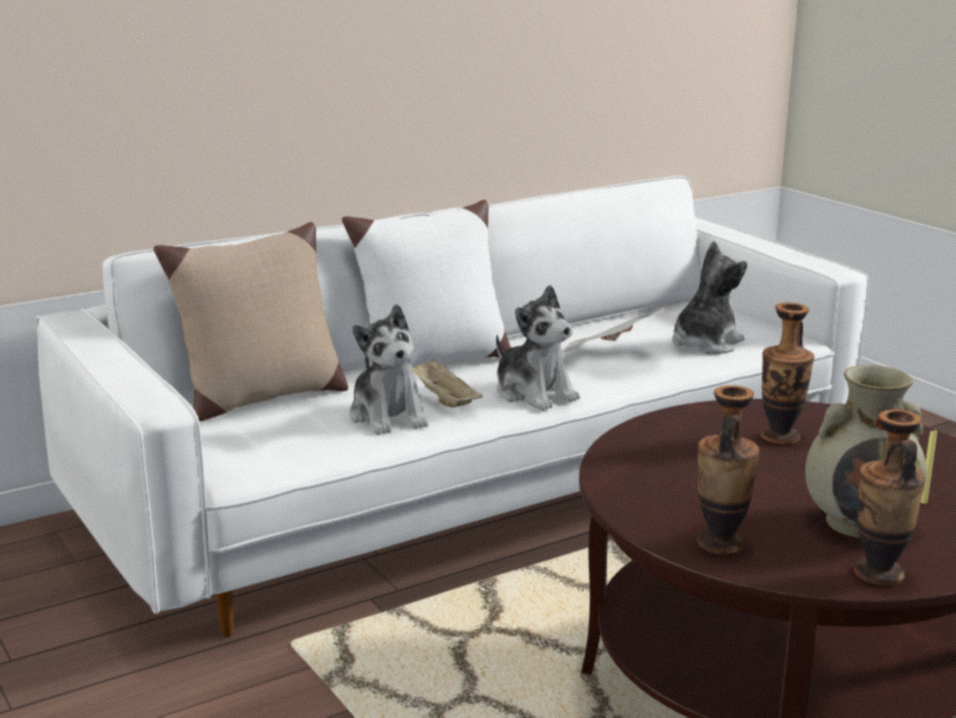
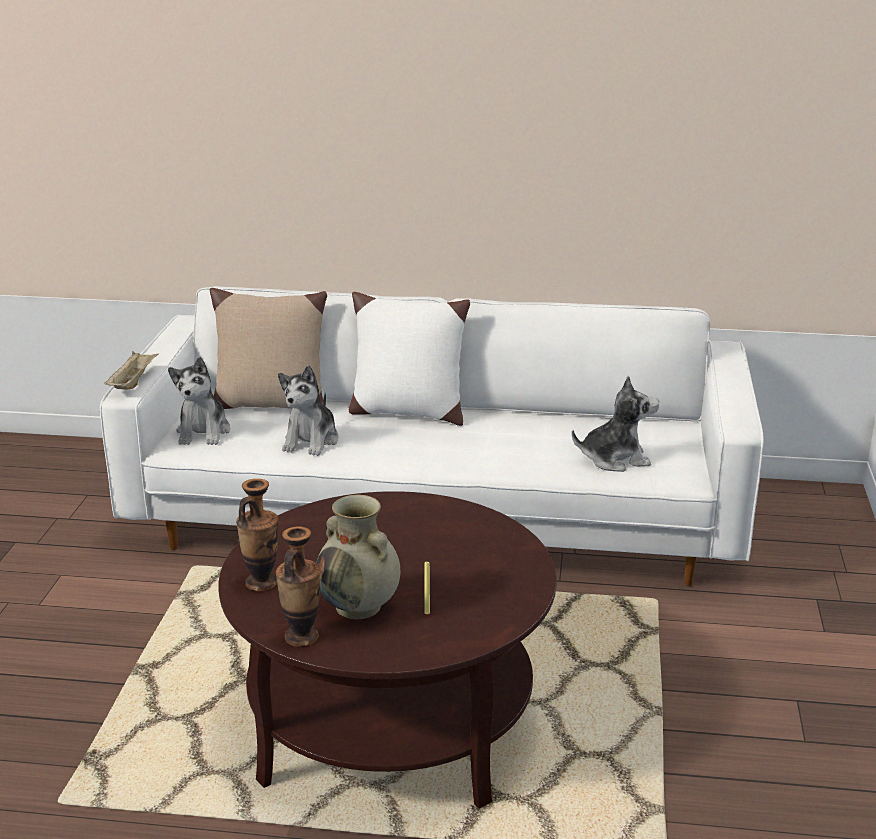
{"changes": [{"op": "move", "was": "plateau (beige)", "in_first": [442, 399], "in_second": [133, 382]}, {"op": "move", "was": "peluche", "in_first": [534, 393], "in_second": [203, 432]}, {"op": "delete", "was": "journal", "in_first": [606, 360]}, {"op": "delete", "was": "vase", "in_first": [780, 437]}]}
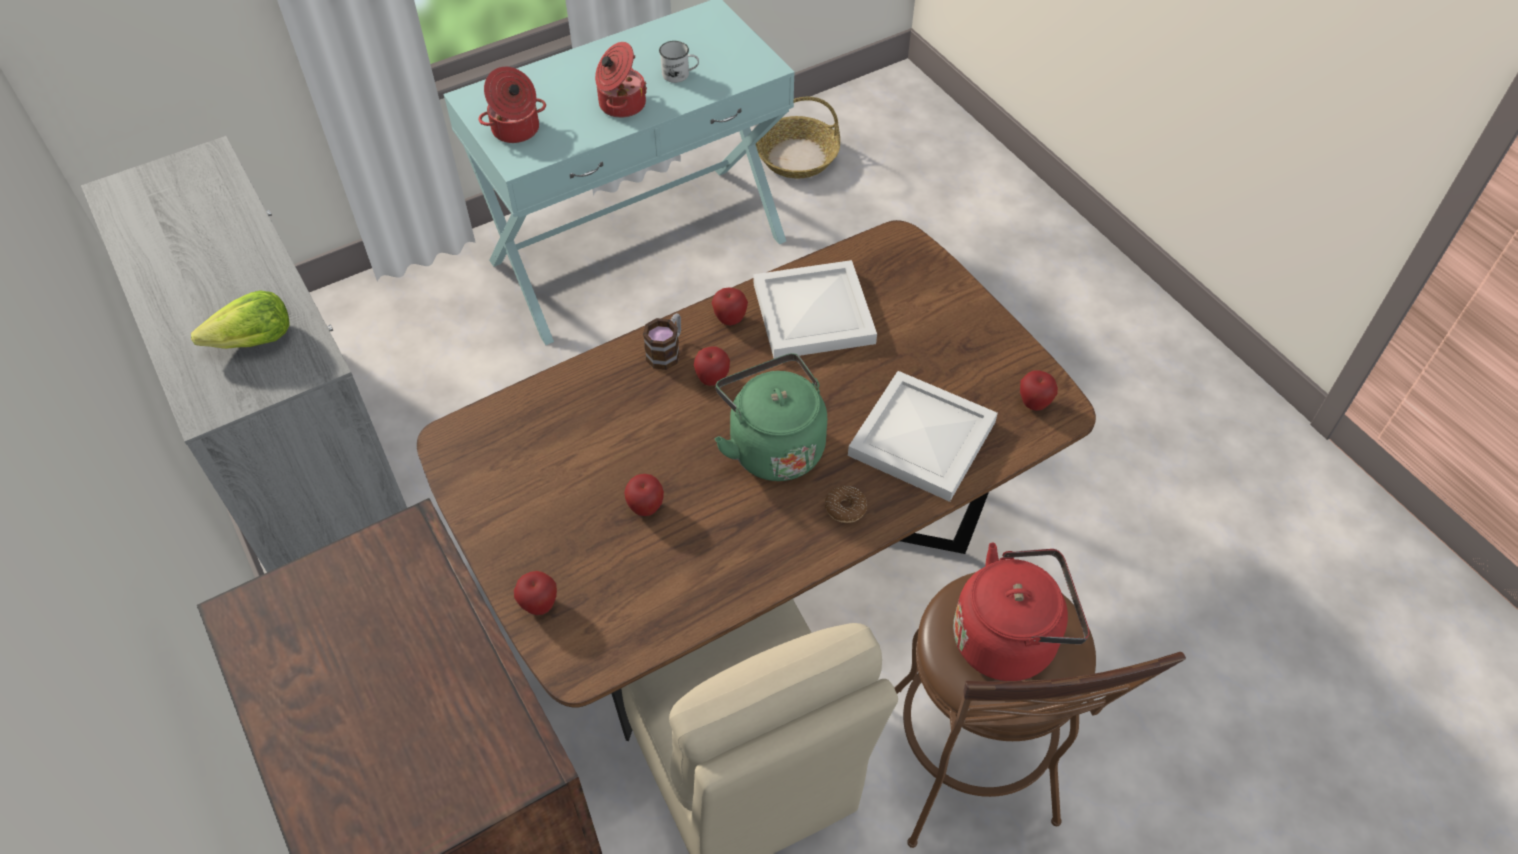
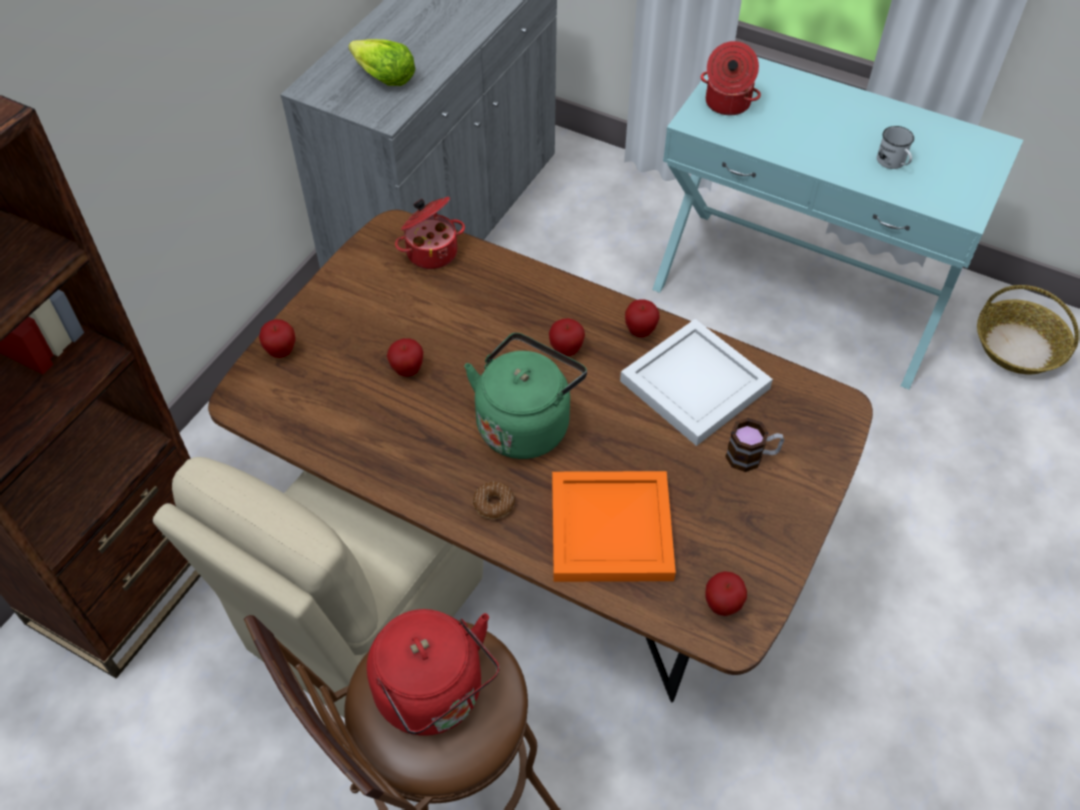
{"changes": [{"op": "move", "was": "marmite", "in_first": [621, 104], "in_second": [431, 251]}, {"op": "recolor", "was": "plateau (blanc)", "now": "plateau (orange)", "in_first": [919, 439], "in_second": [609, 527]}, {"op": "move", "was": "mug", "in_first": [667, 351], "in_second": [752, 456]}]}
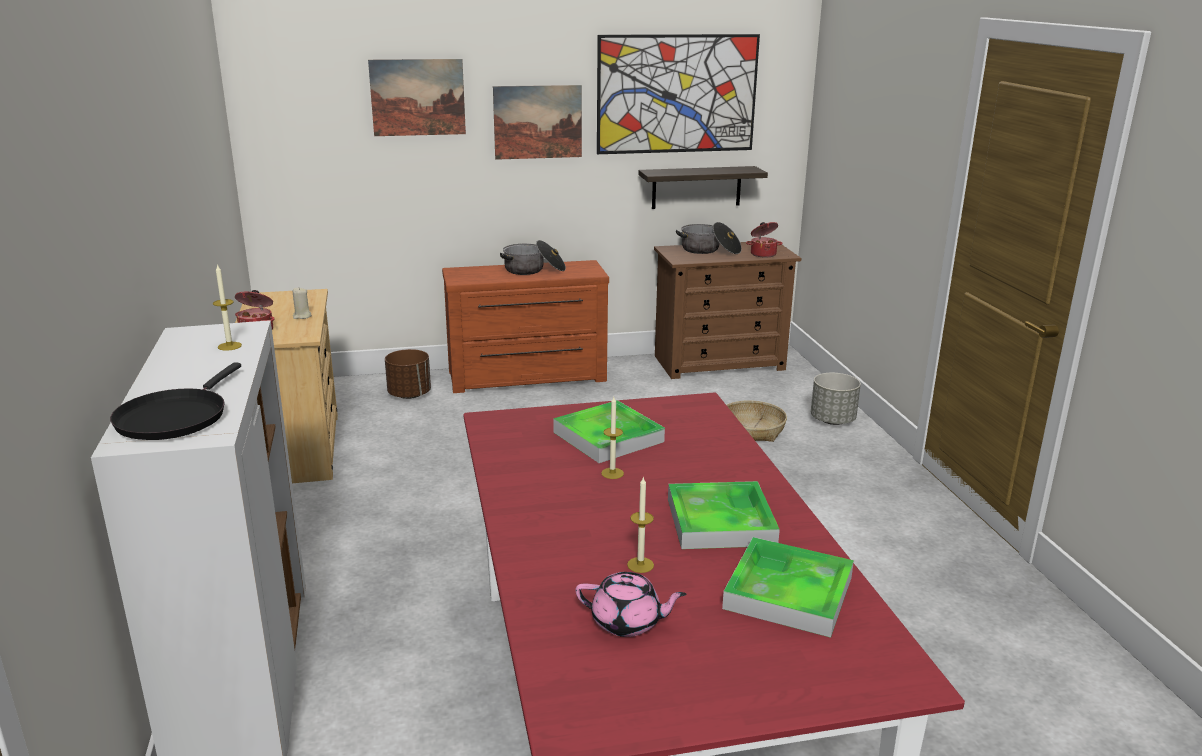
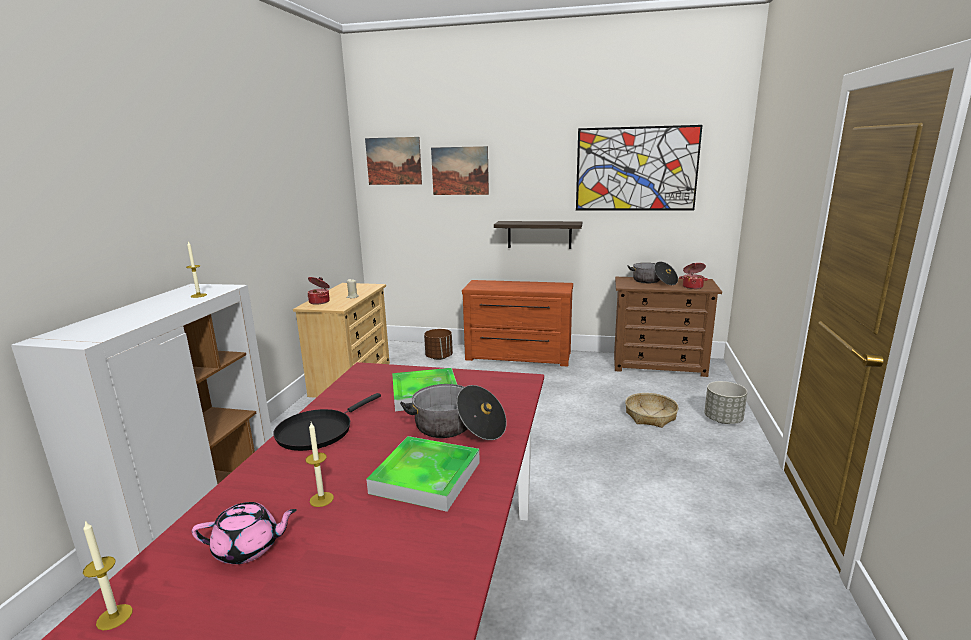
{"changes": [{"op": "move", "was": "bougie", "in_first": [612, 473], "in_second": [114, 617]}, {"op": "rotate", "was": "théière (rose)", "in_first": [627, 622], "in_second": [248, 548], "clockwise": -45}, {"op": "move", "was": "poêle (noir)", "in_first": [175, 417], "in_second": [318, 431]}, {"op": "move", "was": "tableau", "in_first": [538, 122], "in_second": [393, 161]}, {"op": "move", "was": "marmite", "in_first": [533, 270], "in_second": [457, 428]}, {"op": "move", "was": "étagère", "in_first": [696, 187], "in_second": [539, 234]}, {"op": "delete", "was": "plateau", "in_first": [788, 593]}]}
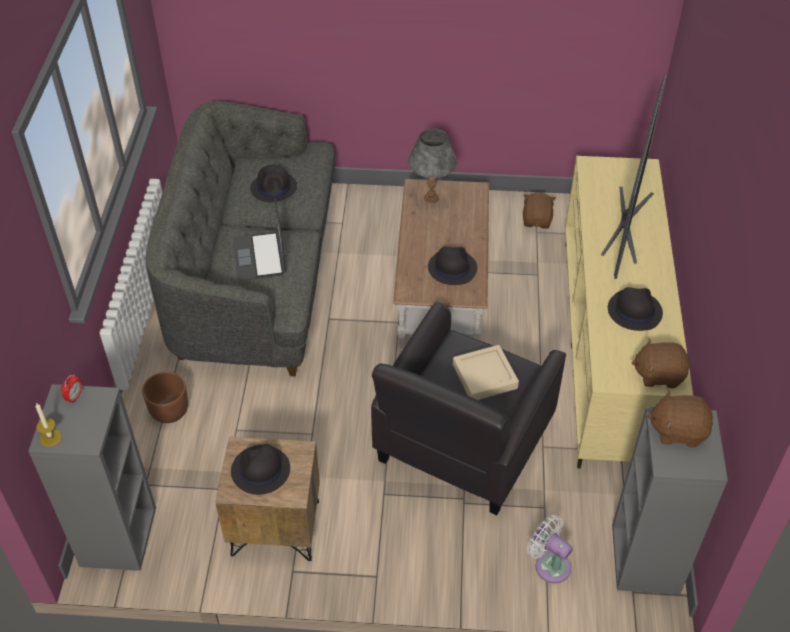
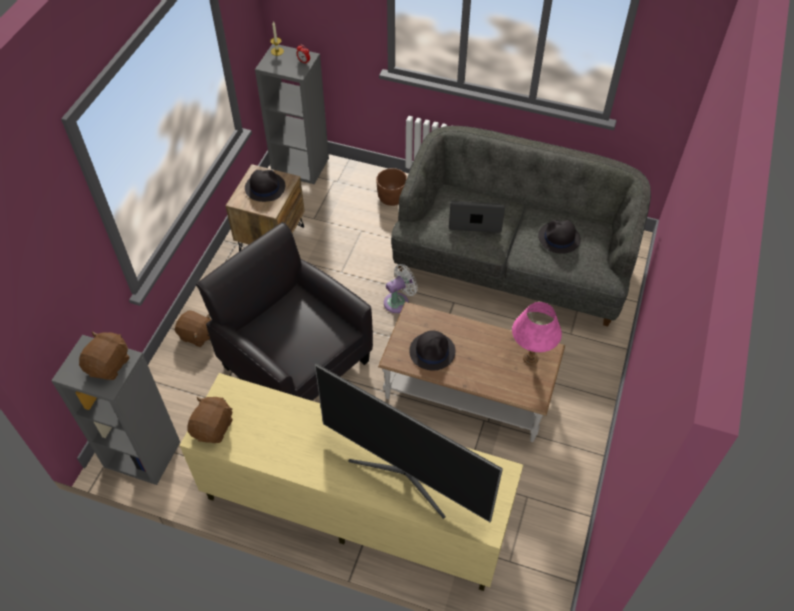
{"changes": [{"op": "move", "was": "peluche (marron)", "in_first": [537, 220], "in_second": [197, 335]}, {"op": "move", "was": "ventilateur (blanc)", "in_first": [549, 564], "in_second": [398, 301]}, {"op": "recolor", "was": "lampe de table (gris)", "now": "lampe de table (rose)", "in_first": [431, 198], "in_second": [530, 358]}, {"op": "delete", "was": "plateau (beige)", "in_first": [484, 376]}, {"op": "delete", "was": "chapeau (noir)", "in_first": [634, 310]}]}
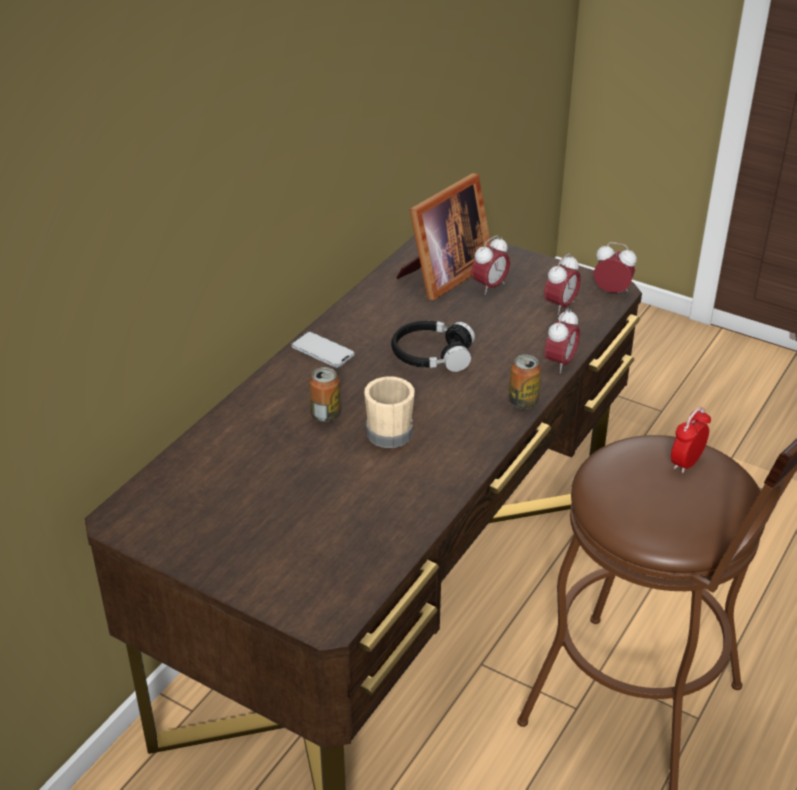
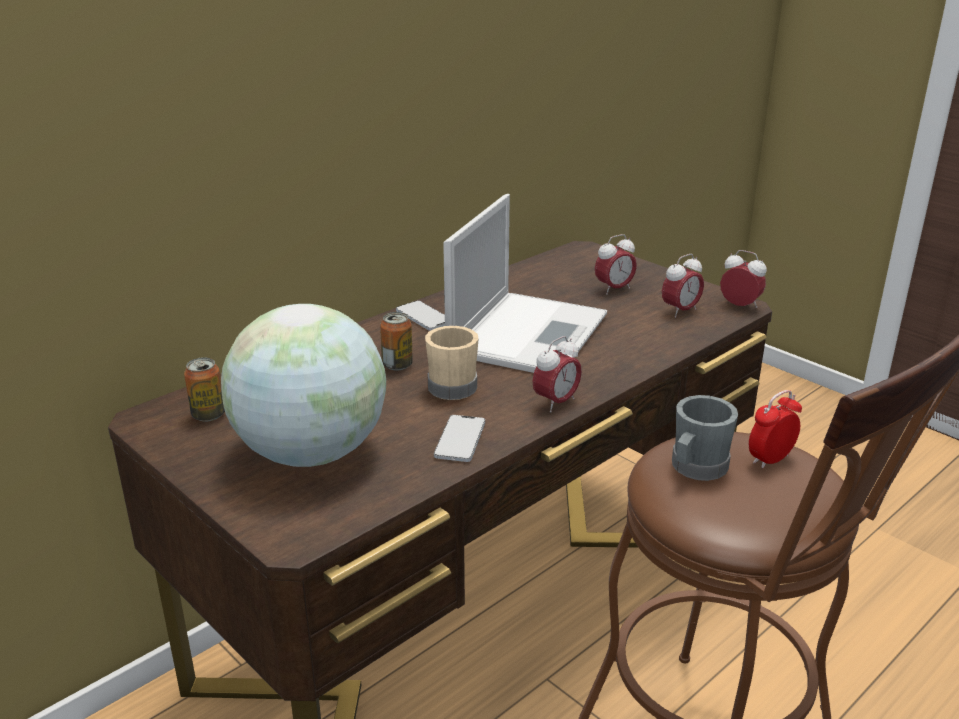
{"changes": [{"op": "move", "was": "boîte métallique", "in_first": [523, 402], "in_second": [208, 415]}, {"op": "insert", "now": "globe", "in_second": [310, 453]}, {"op": "insert", "now": "téléphone", "in_second": [460, 439]}, {"op": "replace", "was": "casque audio (noir)", "now": "ordinateur portable", "in_first": [432, 355], "in_second": [529, 333]}, {"op": "move", "was": "réveil", "in_first": [560, 363], "in_second": [556, 402]}, {"op": "insert", "now": "mug (gris)", "in_second": [696, 468]}, {"op": "delete", "was": "cadre photo", "in_first": [442, 275]}]}
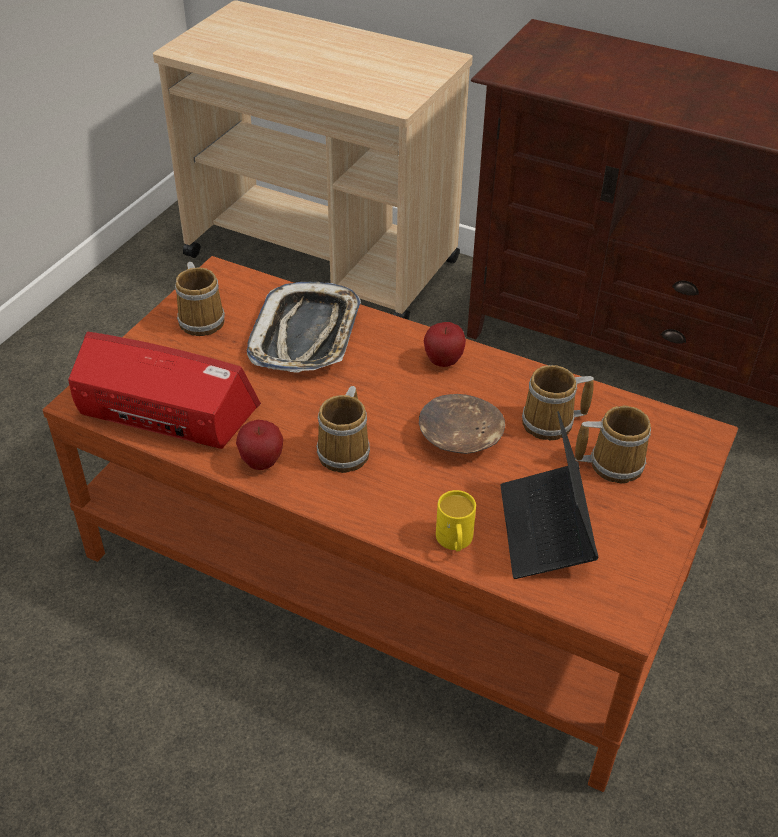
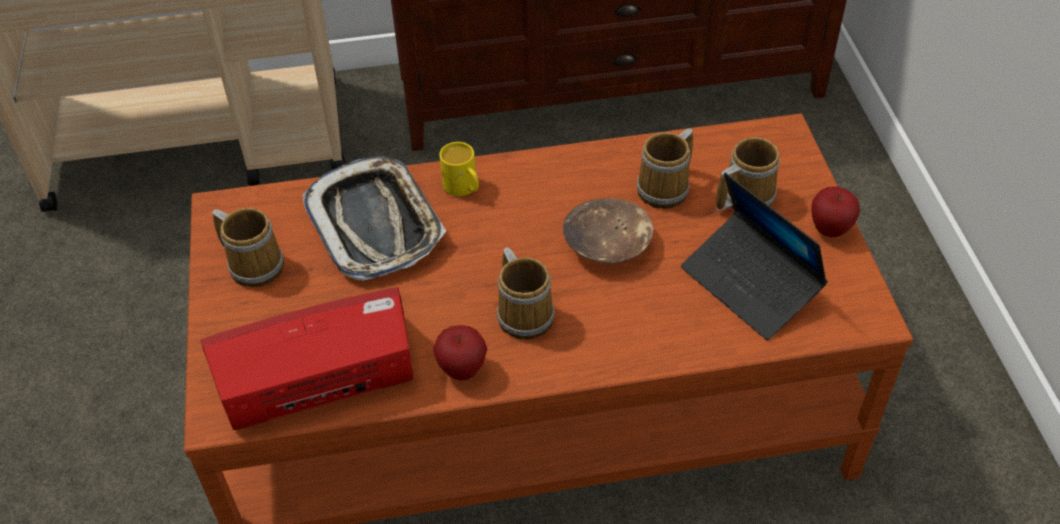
{"changes": [{"op": "move", "was": "mug (jaune)", "in_first": [455, 542], "in_second": [463, 188]}, {"op": "move", "was": "pomme", "in_first": [443, 362], "in_second": [829, 229]}]}
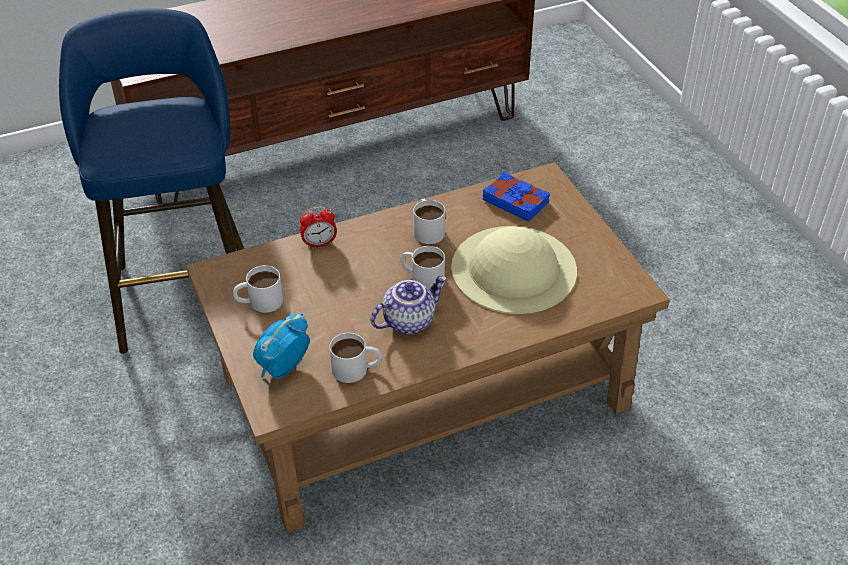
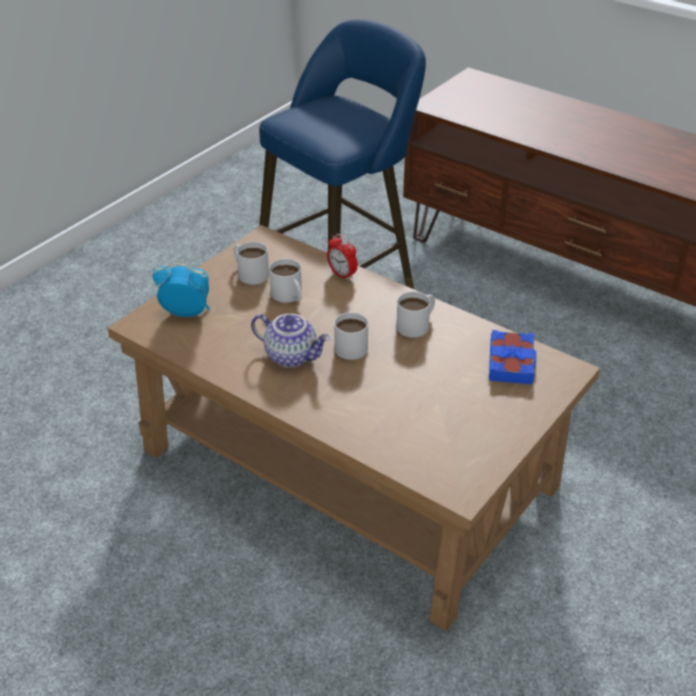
{"changes": [{"op": "move", "was": "mug (blanc)", "in_first": [357, 369], "in_second": [289, 296]}, {"op": "delete", "was": "chapeau (beige)", "in_first": [514, 269]}]}
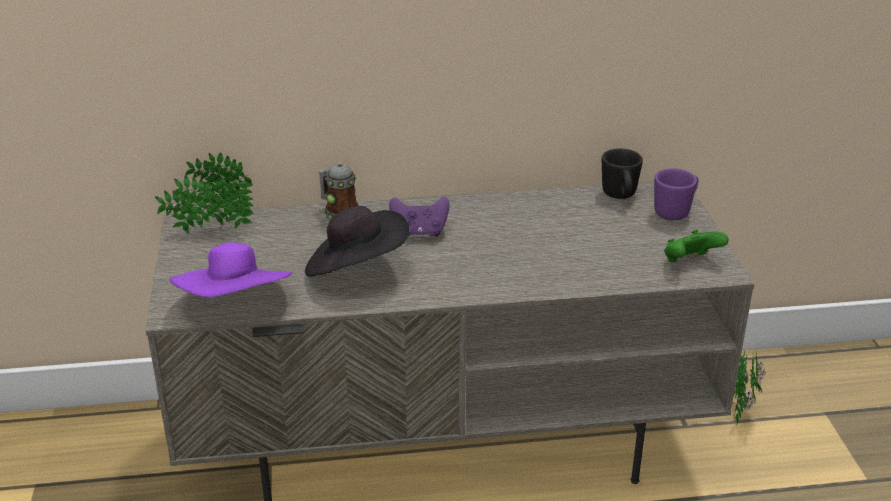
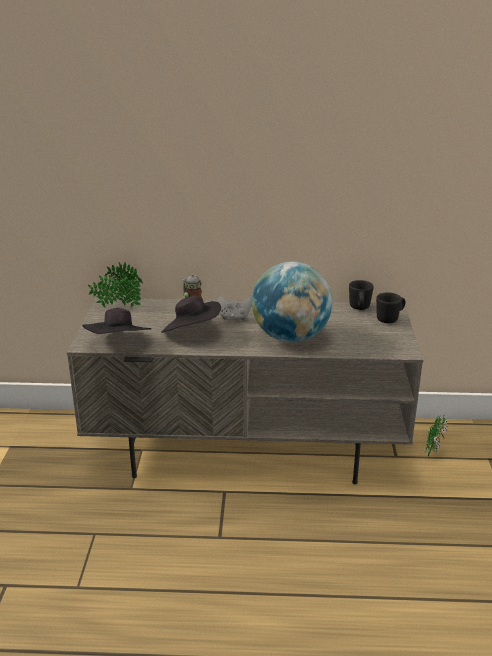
{"changes": [{"op": "recolor", "was": "chapeau (violet)", "now": "chapeau (noir)", "in_first": [236, 305], "in_second": [119, 344]}, {"op": "recolor", "was": "manette (violet)", "now": "manette (gris)", "in_first": [419, 232], "in_second": [234, 317]}, {"op": "insert", "now": "globe", "in_second": [290, 337]}, {"op": "recolor", "was": "mug (violet)", "now": "mug (noir)", "in_first": [675, 211], "in_second": [390, 319]}, {"op": "delete", "was": "manette (vert)", "in_first": [690, 262]}]}
